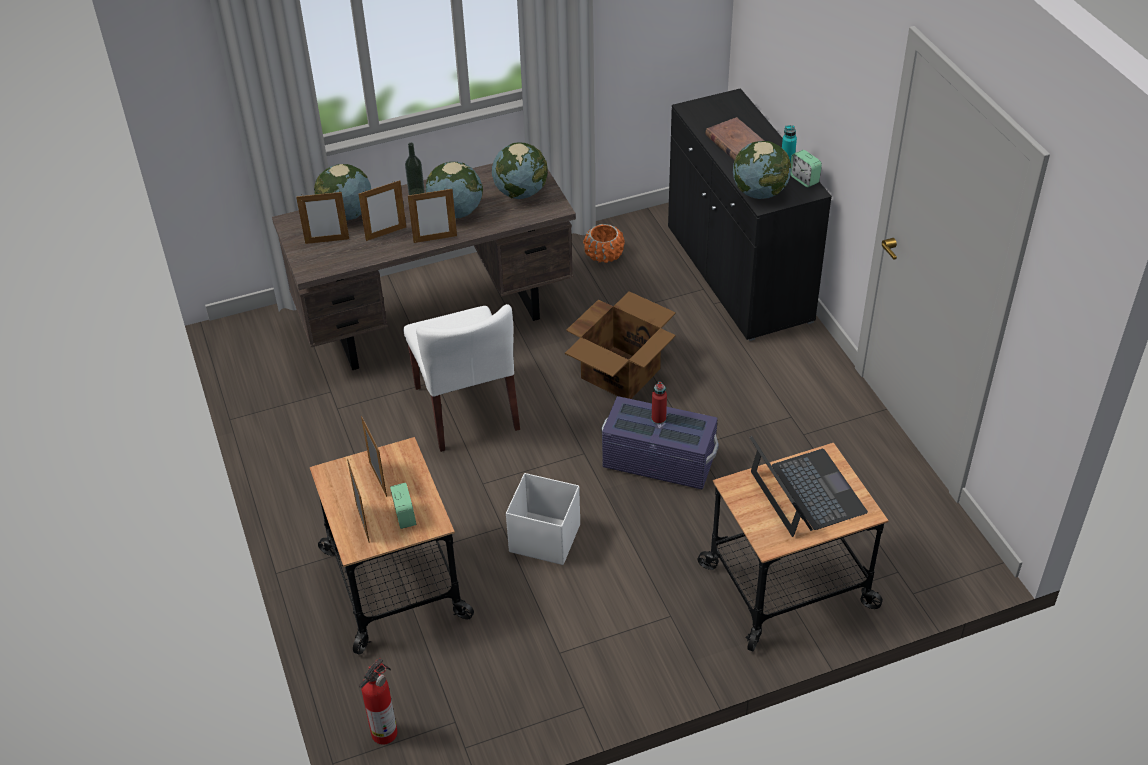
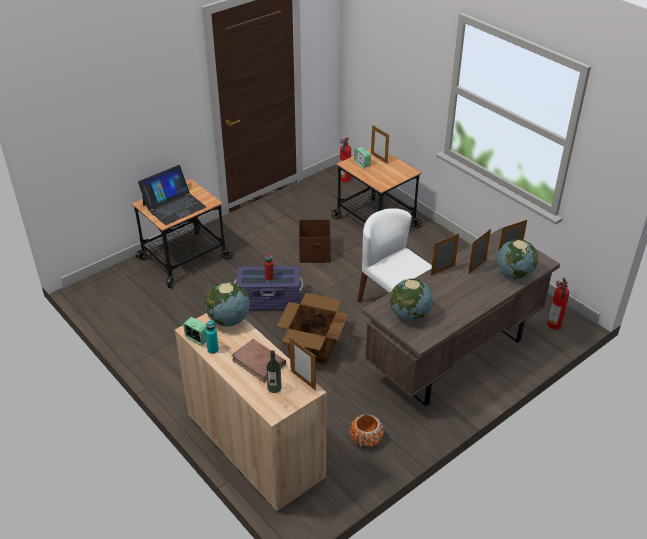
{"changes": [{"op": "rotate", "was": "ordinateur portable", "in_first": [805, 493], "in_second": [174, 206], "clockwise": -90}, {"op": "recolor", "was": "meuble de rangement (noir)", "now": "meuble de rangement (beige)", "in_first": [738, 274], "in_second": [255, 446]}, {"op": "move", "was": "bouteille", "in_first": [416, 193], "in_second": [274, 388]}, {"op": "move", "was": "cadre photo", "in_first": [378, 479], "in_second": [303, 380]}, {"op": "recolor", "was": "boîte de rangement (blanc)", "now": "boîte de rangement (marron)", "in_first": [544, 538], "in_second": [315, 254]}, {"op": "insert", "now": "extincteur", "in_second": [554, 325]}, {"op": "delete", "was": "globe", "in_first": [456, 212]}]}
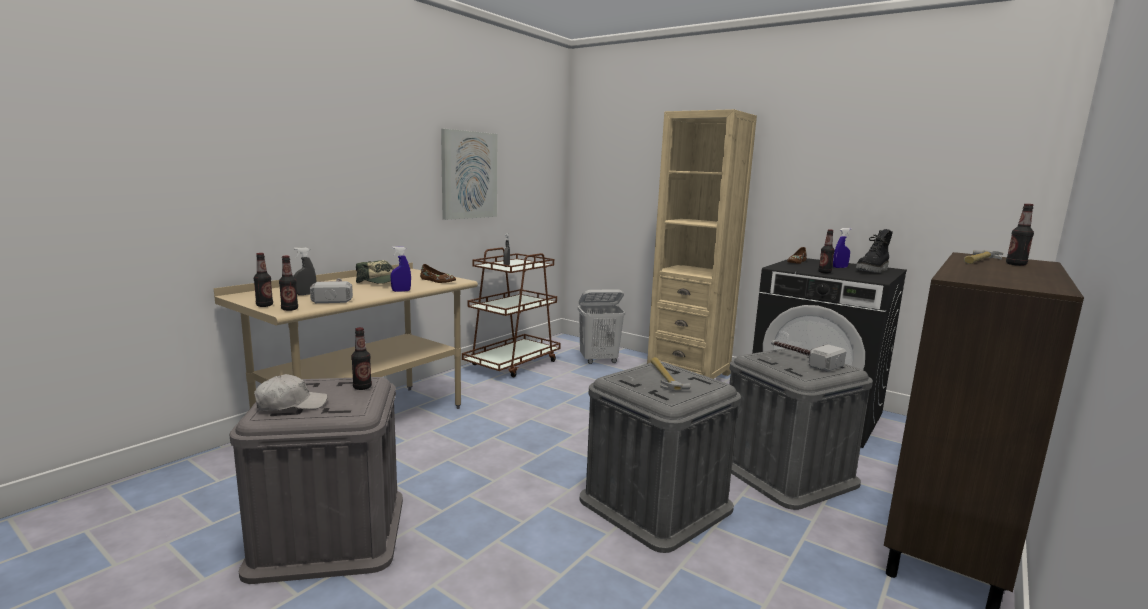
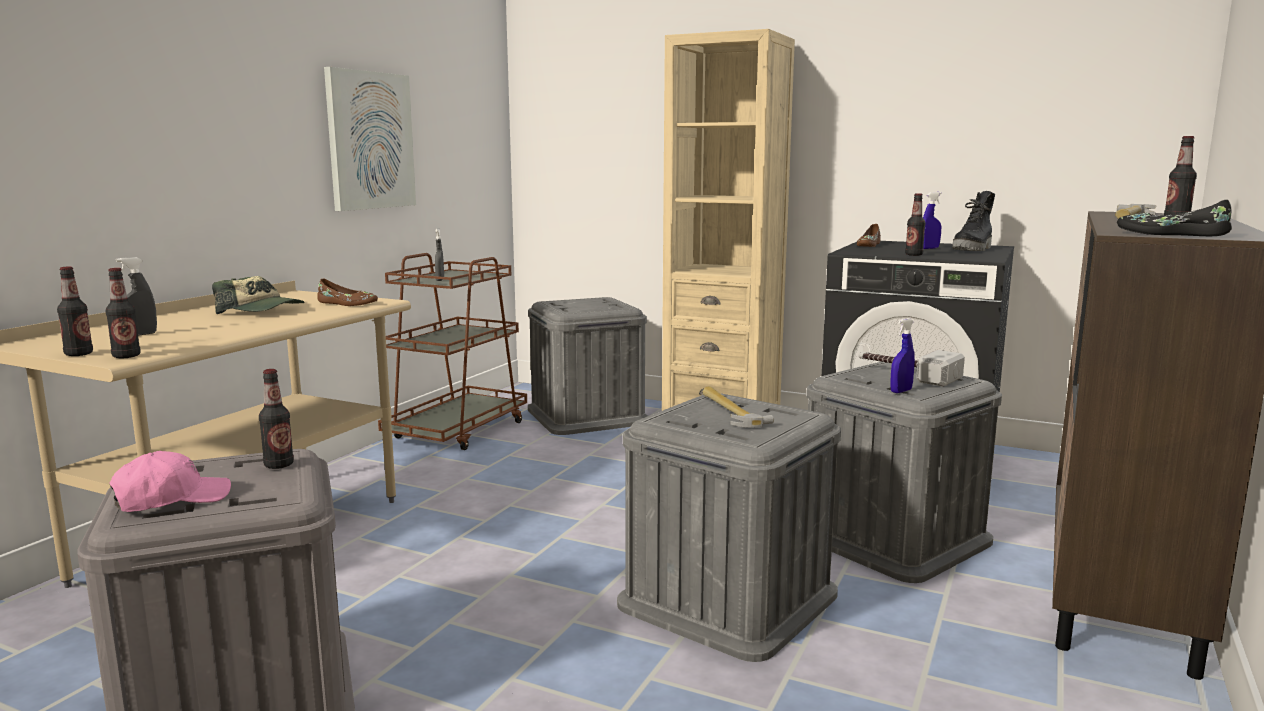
{"changes": [{"op": "recolor", "was": "casquette (blanc)", "now": "casquette (rose)", "in_first": [291, 405], "in_second": [172, 499]}, {"op": "replace", "was": "panier à linge (blanc)", "now": "boîte de rangement (gris)", "in_first": [599, 360], "in_second": [587, 415]}, {"op": "move", "was": "vaporisateur (bleu)", "in_first": [401, 291], "in_second": [901, 391]}, {"op": "insert", "now": "chaussure (noir)", "in_second": [1171, 234]}, {"op": "delete", "was": "marteau", "in_first": [335, 295]}]}
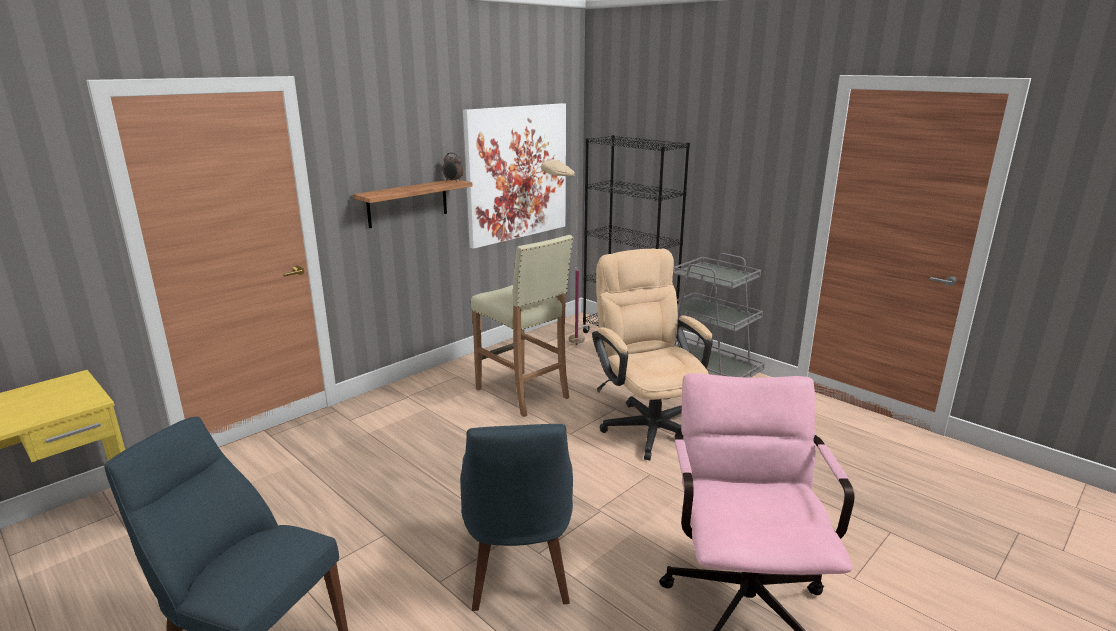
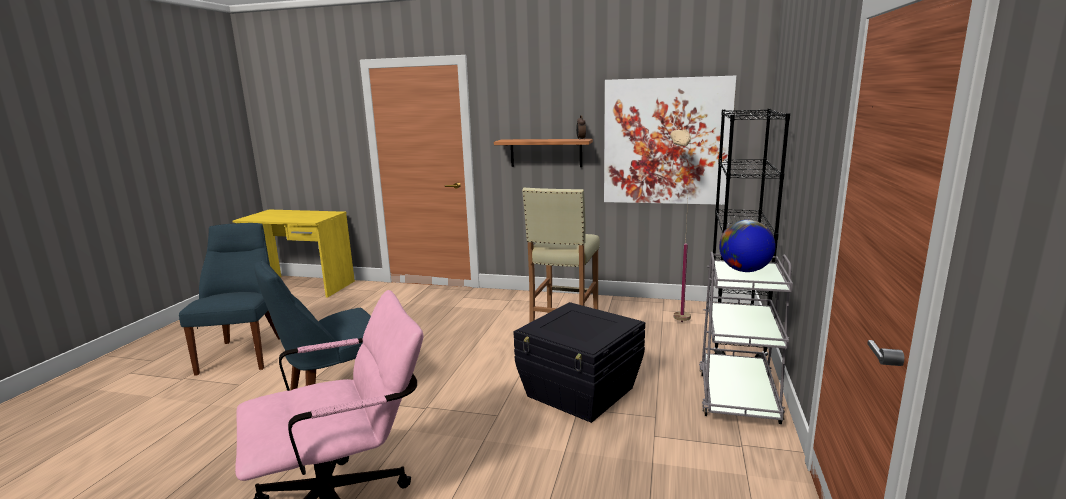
{"changes": [{"op": "replace", "was": "chaise de bureau (beige)", "now": "boîte de rangement (noir)", "in_first": [648, 424], "in_second": [580, 392]}, {"op": "insert", "now": "globe", "in_second": [744, 270]}]}
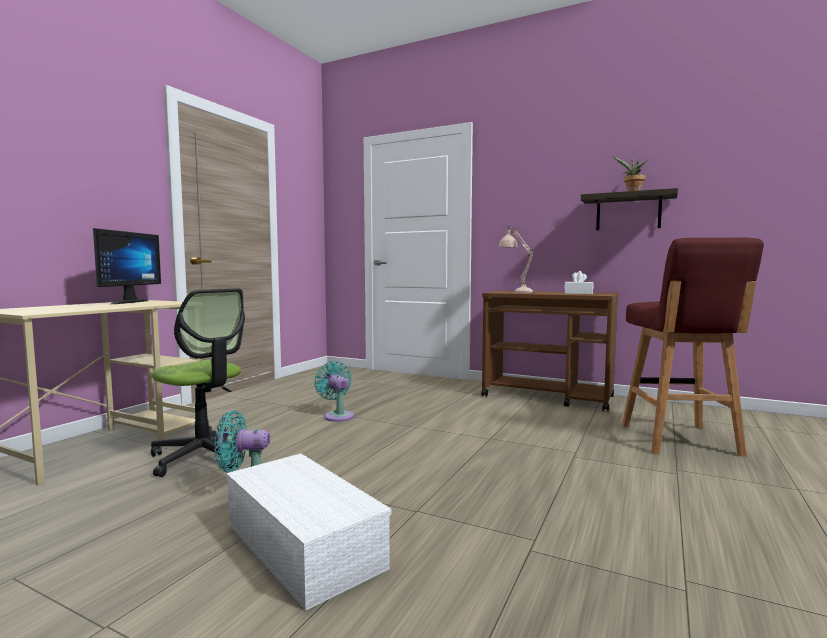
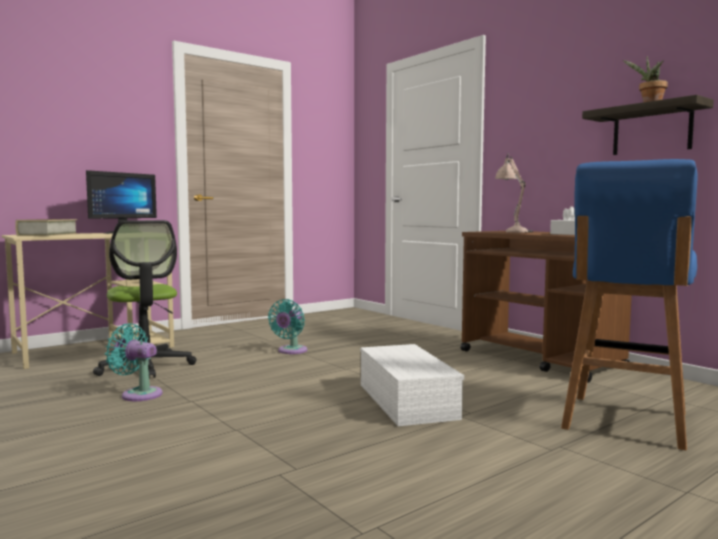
{"changes": [{"op": "insert", "now": "livre", "in_second": [48, 235]}, {"op": "rotate", "was": "ventilateur (turquoise)", "in_first": [337, 416], "in_second": [291, 351], "clockwise": -150}, {"op": "move", "was": "boîte de rangement (blanc)", "in_first": [300, 545], "in_second": [404, 400]}, {"op": "recolor", "was": "tabouret (rouge)", "now": "tabouret (bleu)", "in_first": [679, 440], "in_second": [624, 422]}]}
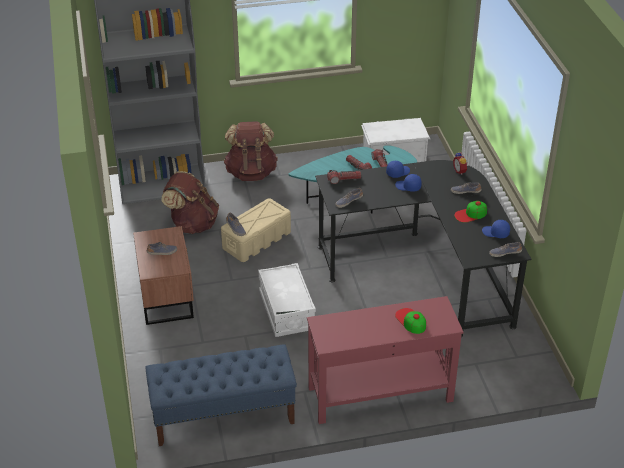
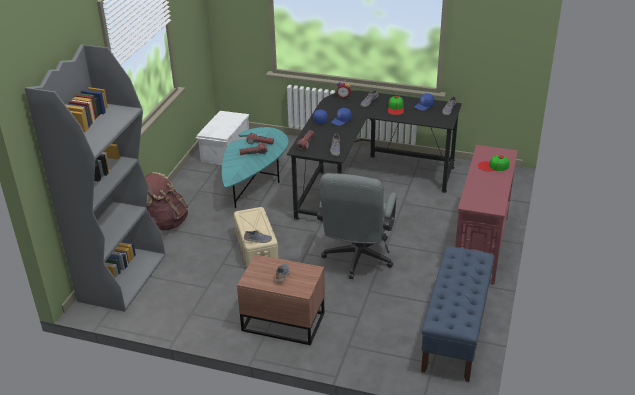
{"changes": [{"op": "replace", "was": "boîte de rangement (blanc)", "now": "chaise de bureau (gris)", "in_first": [286, 311], "in_second": [357, 260]}, {"op": "delete", "was": "sac à dos (marron)", "in_first": [192, 224]}]}
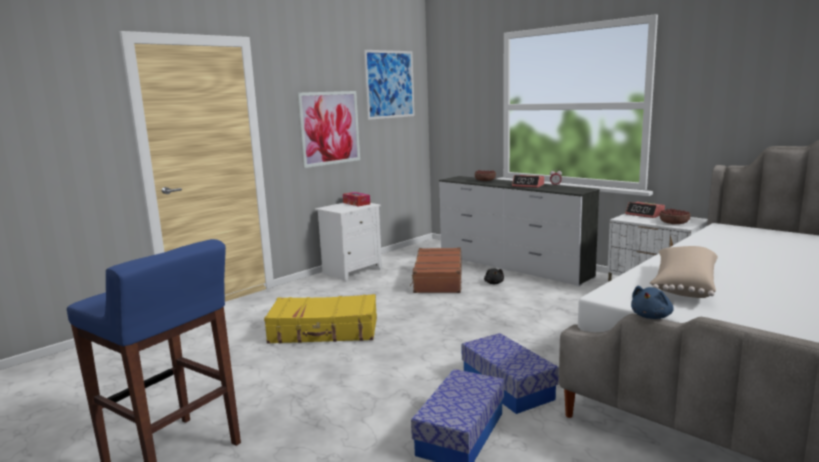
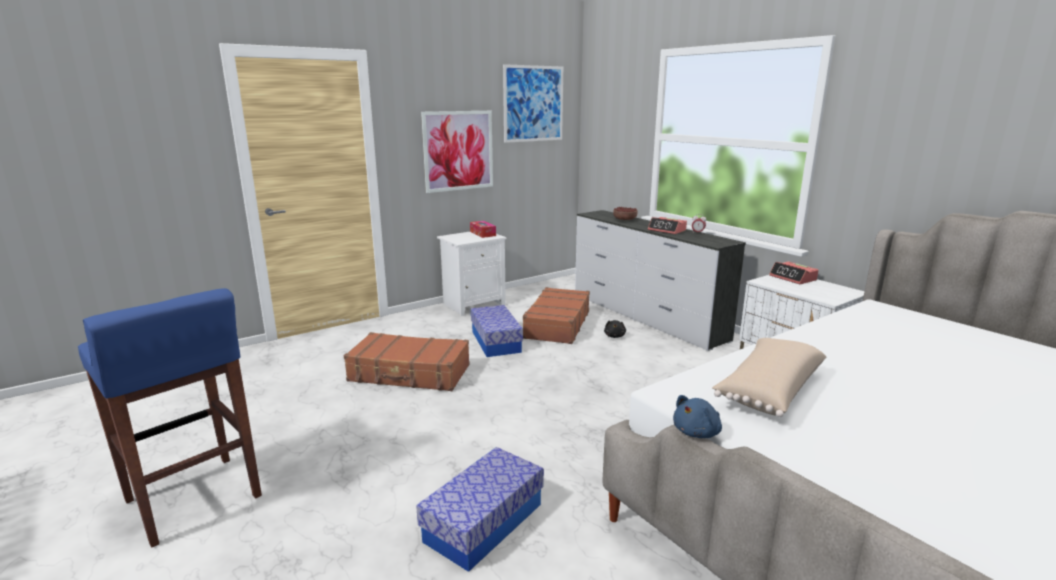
{"changes": [{"op": "recolor", "was": "valise (jaune)", "now": "valise (marron)", "in_first": [324, 331], "in_second": [409, 374]}, {"op": "move", "was": "boîte de rangement", "in_first": [507, 386], "in_second": [496, 341]}, {"op": "delete", "was": "bol", "in_first": [674, 223]}]}
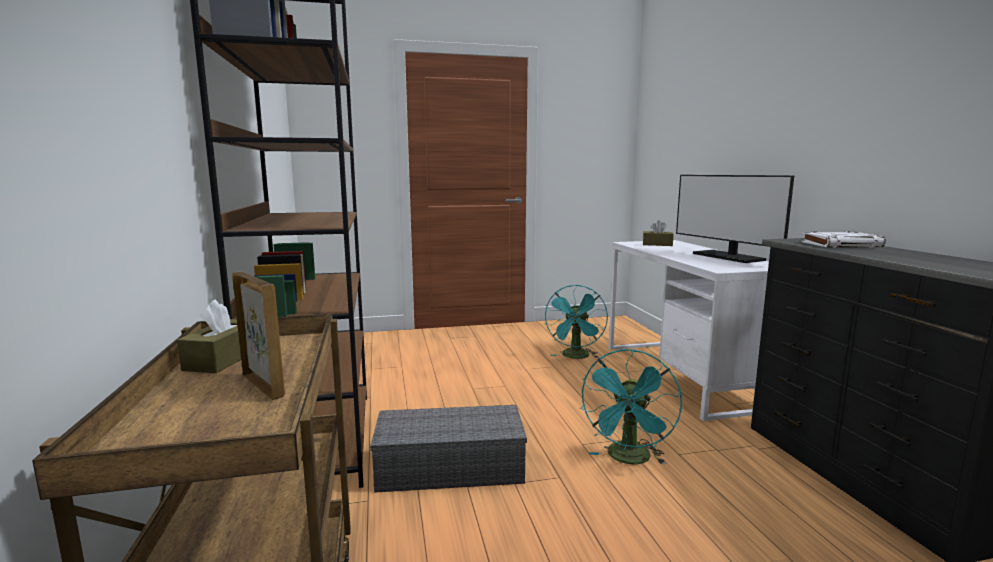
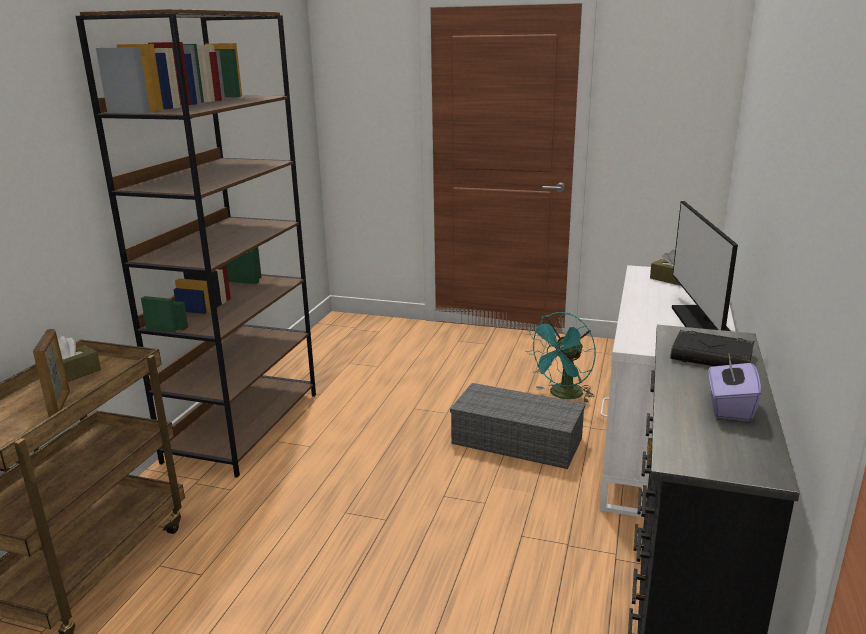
{"changes": [{"op": "move", "was": "boîte de rangement (gris)", "in_first": [452, 466], "in_second": [519, 440]}, {"op": "recolor", "was": "livre (blanc)", "now": "livre (noir)", "in_first": [841, 245], "in_second": [712, 356]}, {"op": "insert", "now": "boîte à mouchoirs (violet)", "in_second": [729, 407]}, {"op": "delete", "was": "ventilateur (turquoise)", "in_first": [629, 459]}]}
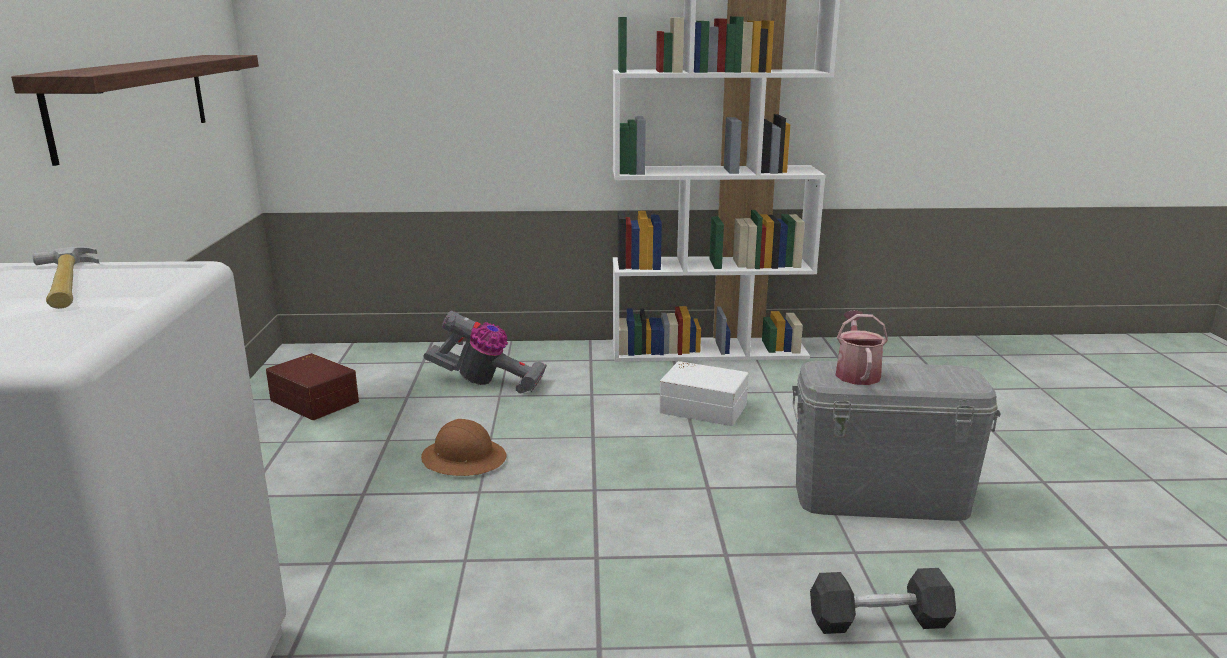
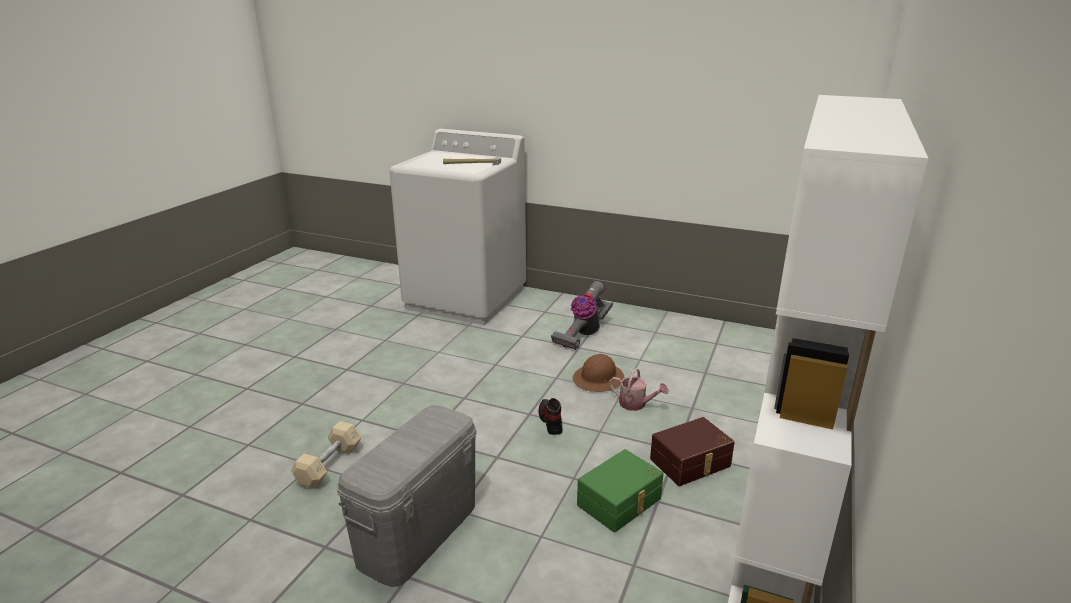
{"changes": [{"op": "recolor", "was": "haltère (noir)", "now": "haltère (beige)", "in_first": [879, 621], "in_second": [329, 465]}, {"op": "insert", "now": "chaussure", "in_second": [550, 421]}, {"op": "move", "was": "aspirateur", "in_first": [487, 383], "in_second": [583, 334]}, {"op": "recolor", "was": "boîte de rangement (blanc)", "now": "boîte de rangement (vert)", "in_first": [703, 407], "in_second": [620, 502]}, {"op": "move", "was": "arrosoir", "in_first": [856, 373], "in_second": [636, 404]}, {"op": "move", "was": "boîte de rangement (marron)", "in_first": [316, 400], "in_second": [691, 463]}, {"op": "delete", "was": "étagère", "in_first": [133, 102]}]}
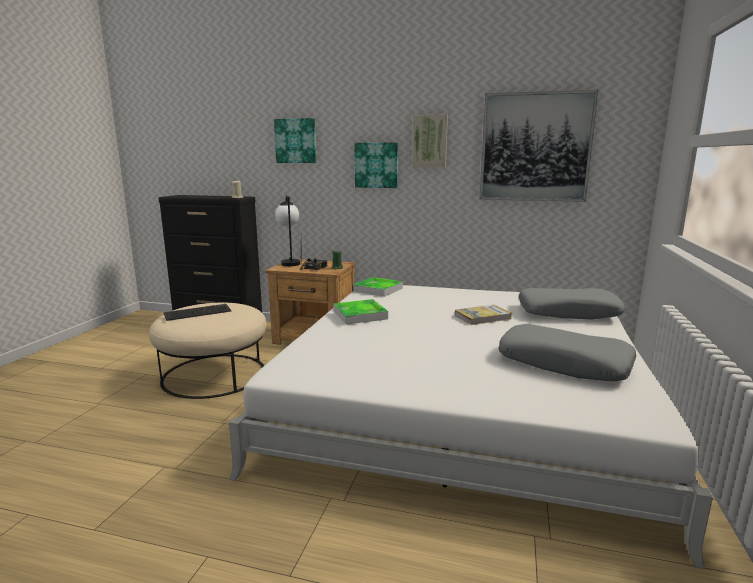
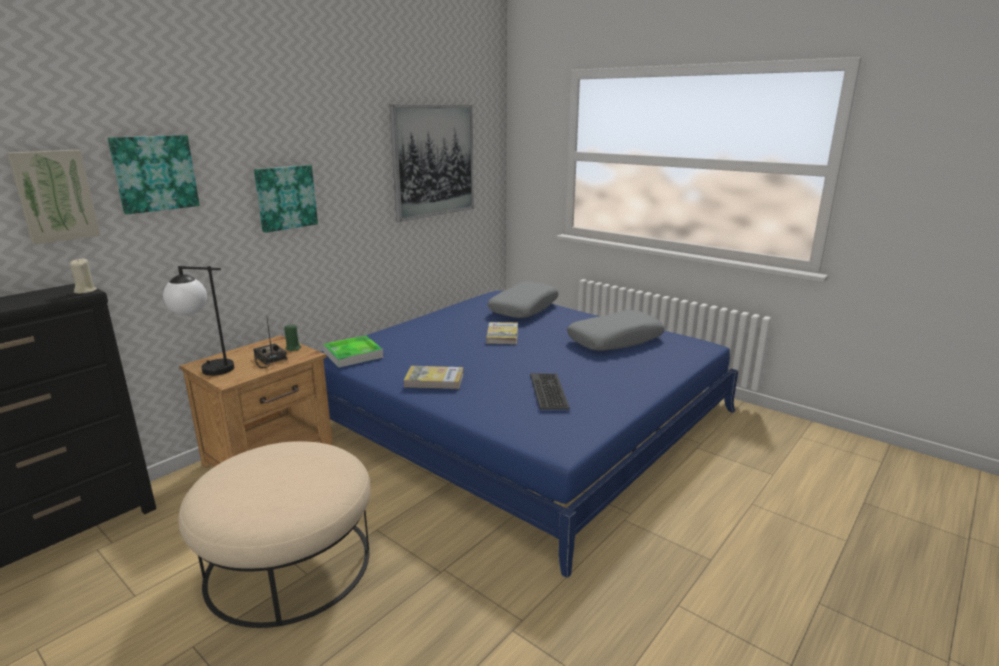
{"changes": [{"op": "move", "was": "tableau", "in_first": [430, 141], "in_second": [54, 196]}, {"op": "recolor", "was": "lit (blanc)", "now": "lit (bleu)", "in_first": [461, 403], "in_second": [520, 418]}, {"op": "replace", "was": "plateau", "now": "livre", "in_first": [360, 315], "in_second": [434, 380]}, {"op": "move", "was": "clavier", "in_first": [198, 313], "in_second": [549, 391]}]}
